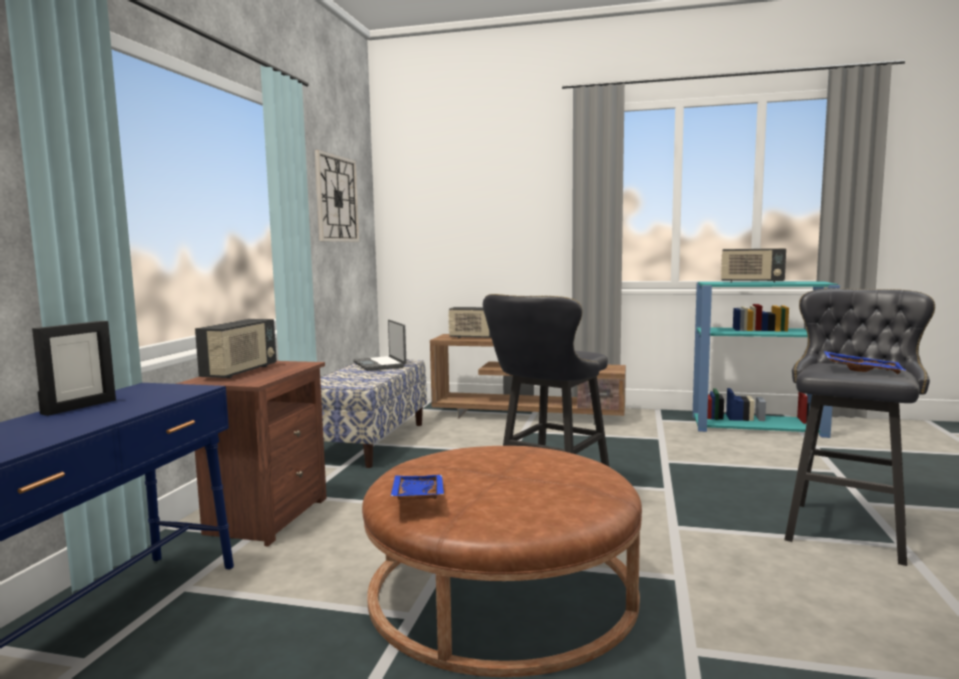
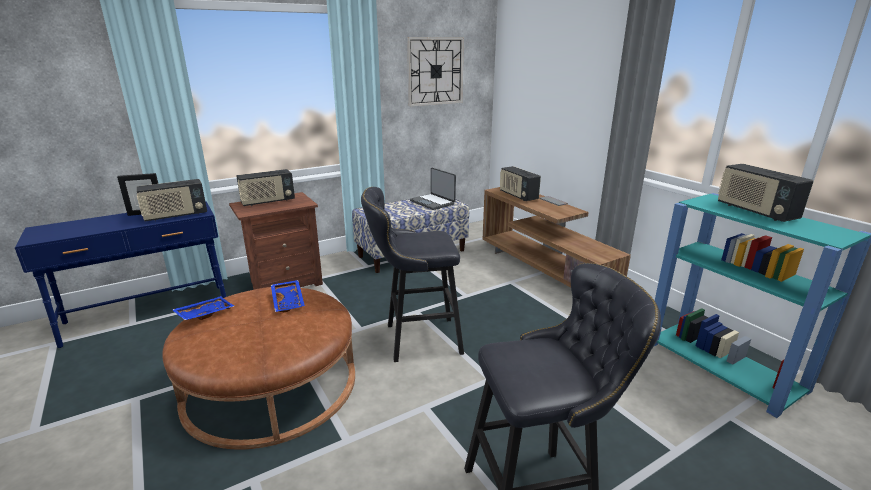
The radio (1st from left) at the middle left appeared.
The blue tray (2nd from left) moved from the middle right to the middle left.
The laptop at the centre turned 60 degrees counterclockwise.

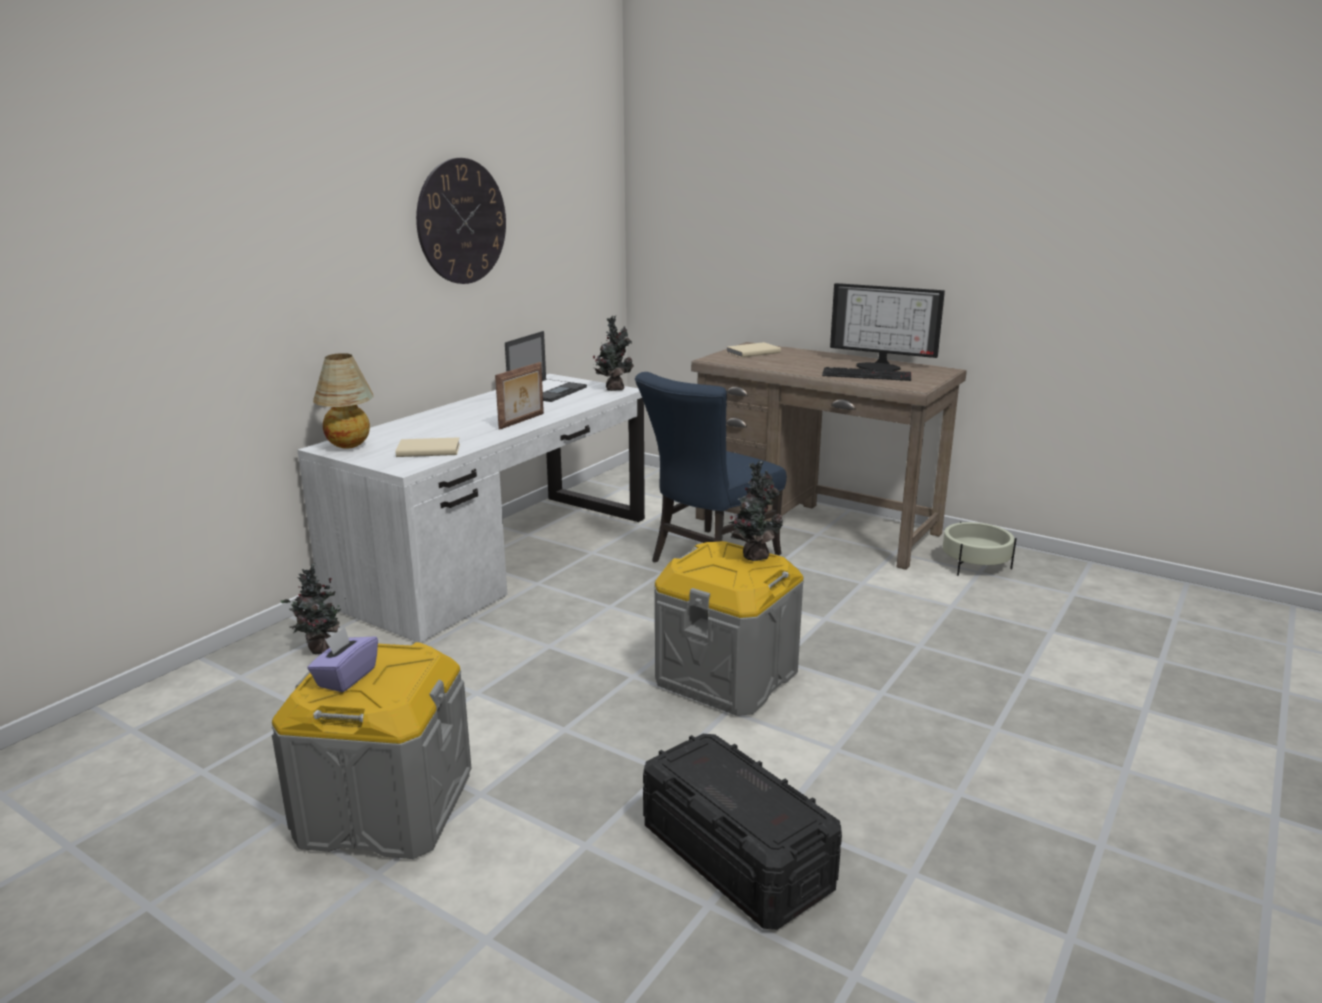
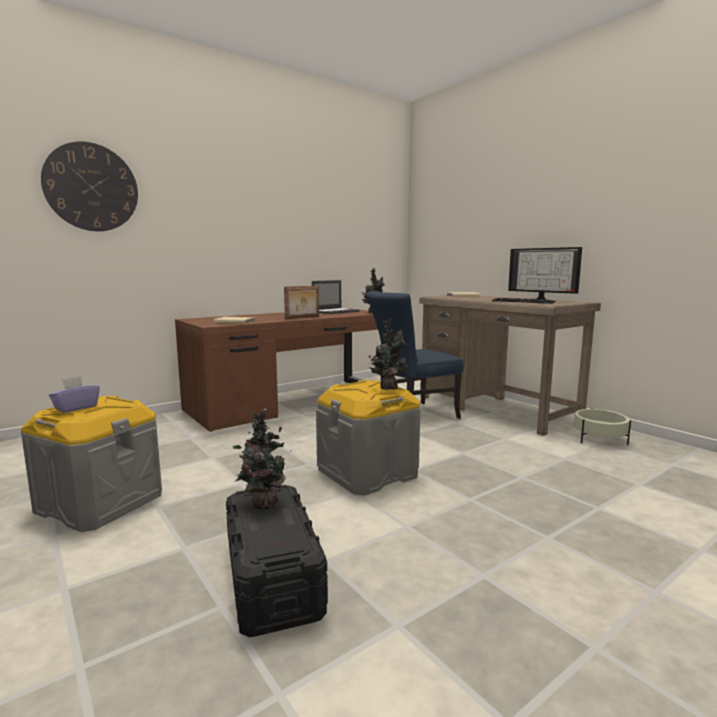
The table lamp at the middle left disappeared.
The potted plant (1st from left) moved from the middle left to the centre.
The wall clock moved from the top centre to the top left.
The white desk at the centre became the brown desk (1st from left) at the centre.

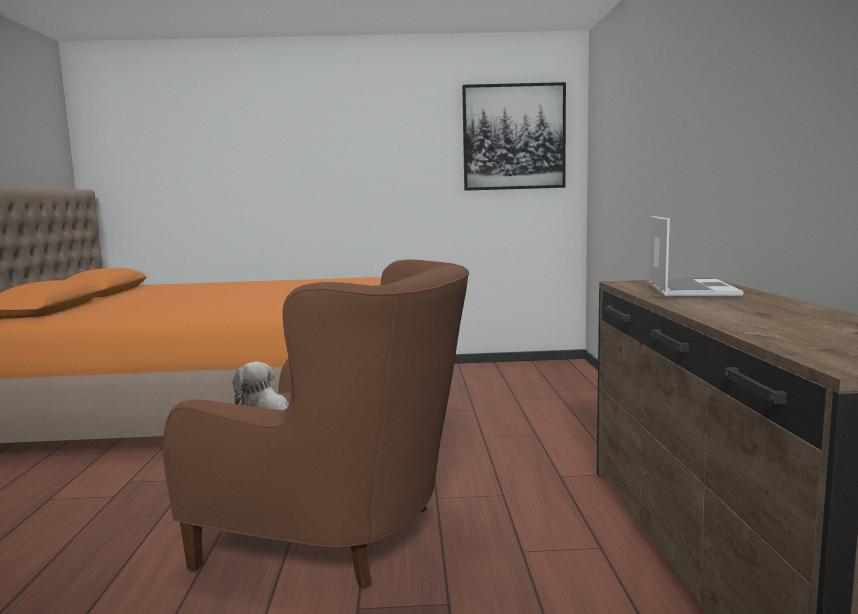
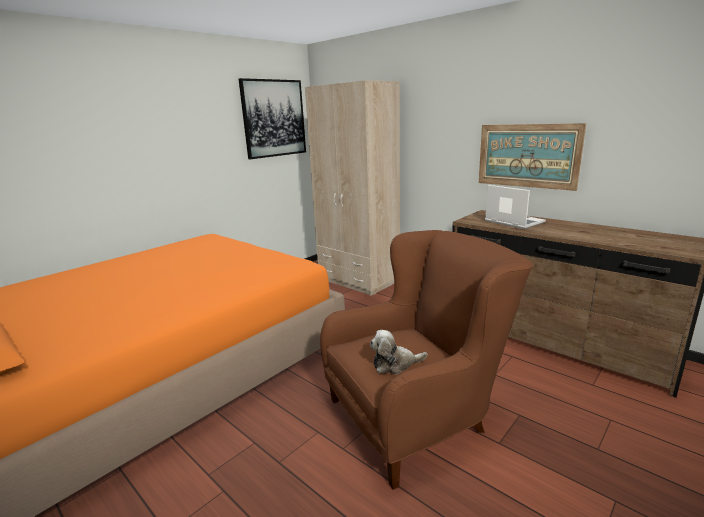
The beige wardrobe at the centre appeared.
The picture (2nd from left) at the top right appeared.

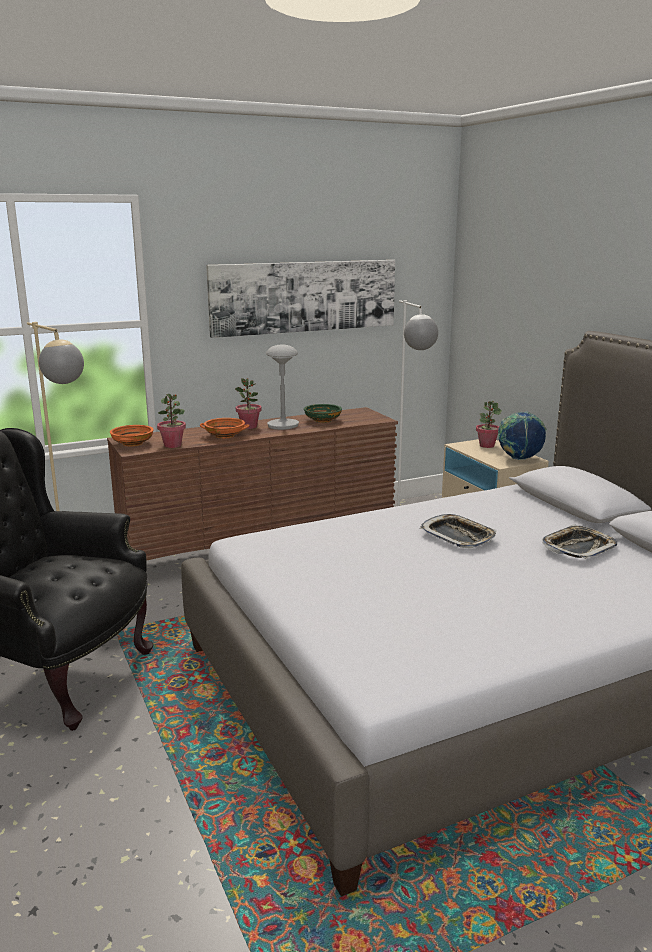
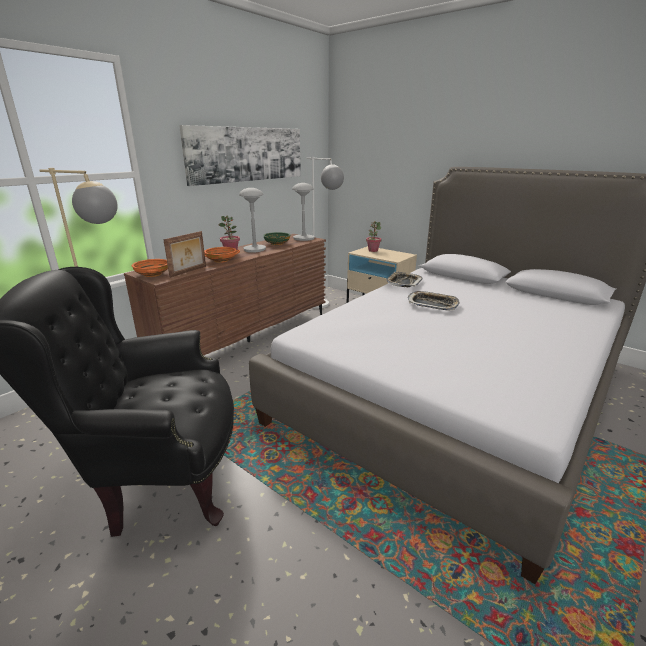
The globe at the middle right disappeared.
The grey table lamp (2nd from left) at the top centre appeared.
The tray (2nd from left in the first image) moved from the middle right to the centre.
The potted plant (1st from left) at the middle left was replaced by the picture frame at the middle left.

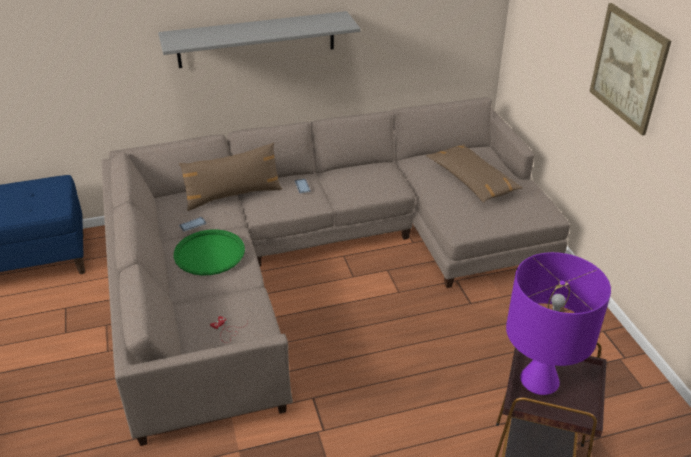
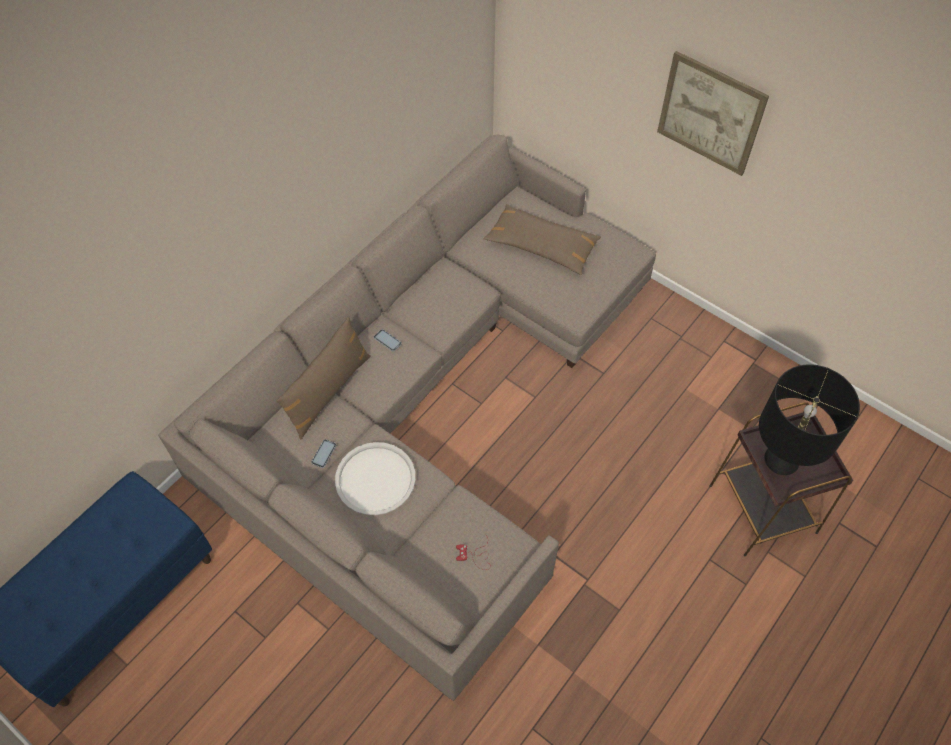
The grey shelf at the top centre disappeared.
The green tray at the middle left became the white tray at the centre.
The purple table lamp at the bottom right became the black table lamp at the middle right.

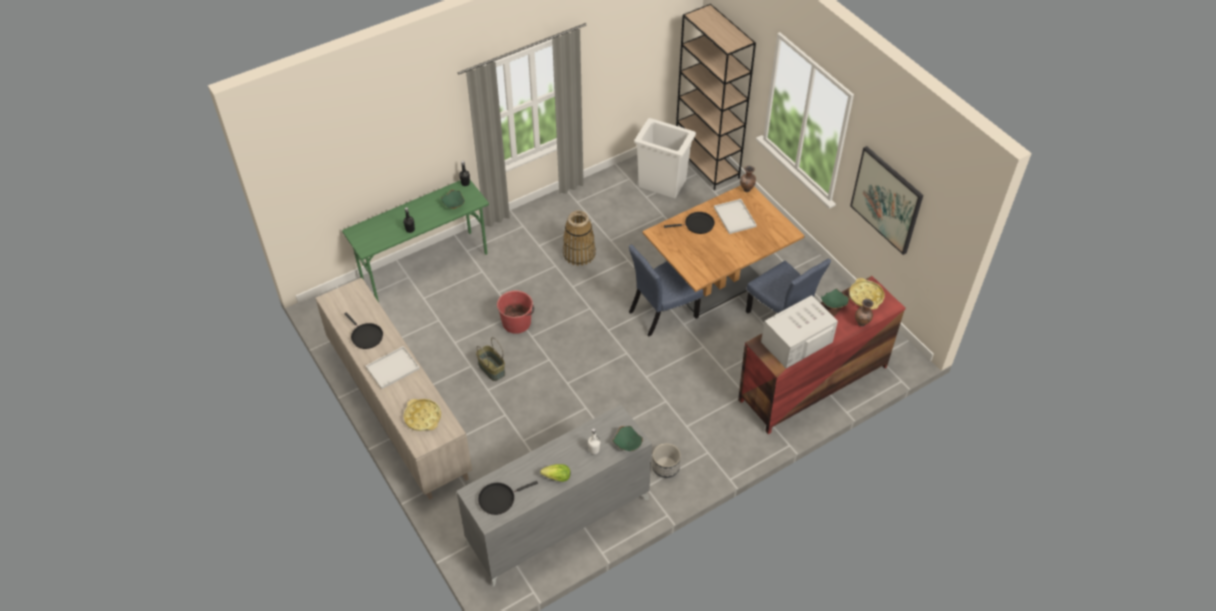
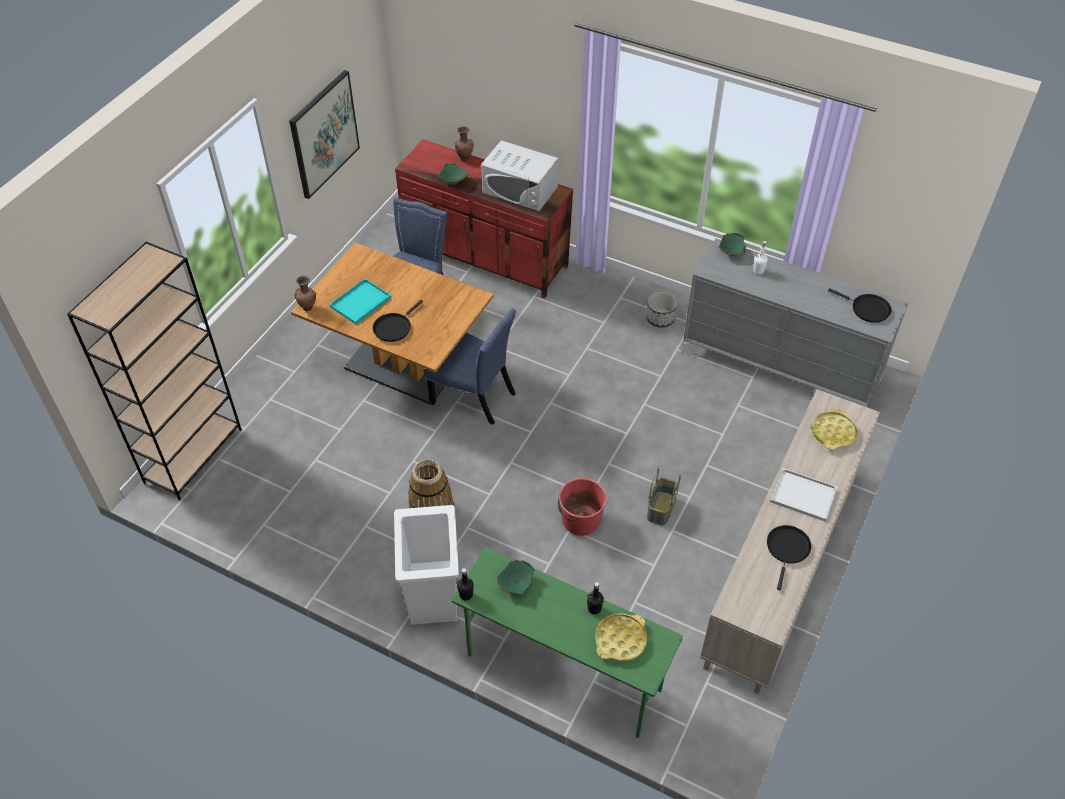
The lettuce at the bottom centre disappeared.
The white trash can moved from the top centre to the bottom centre.
The yellow tray (2nd from left in the first image) moved from the middle right to the bottom centre.
The white tray (2nd from left) at the centre became the turquoise tray at the centre.
The black frying pan (3rd from left in the first image) at the centre turned 105 degrees counterclockwise.

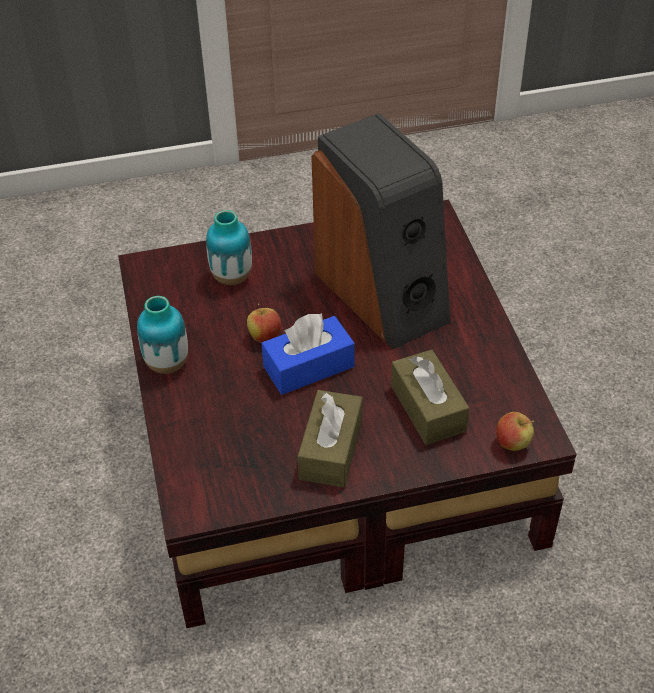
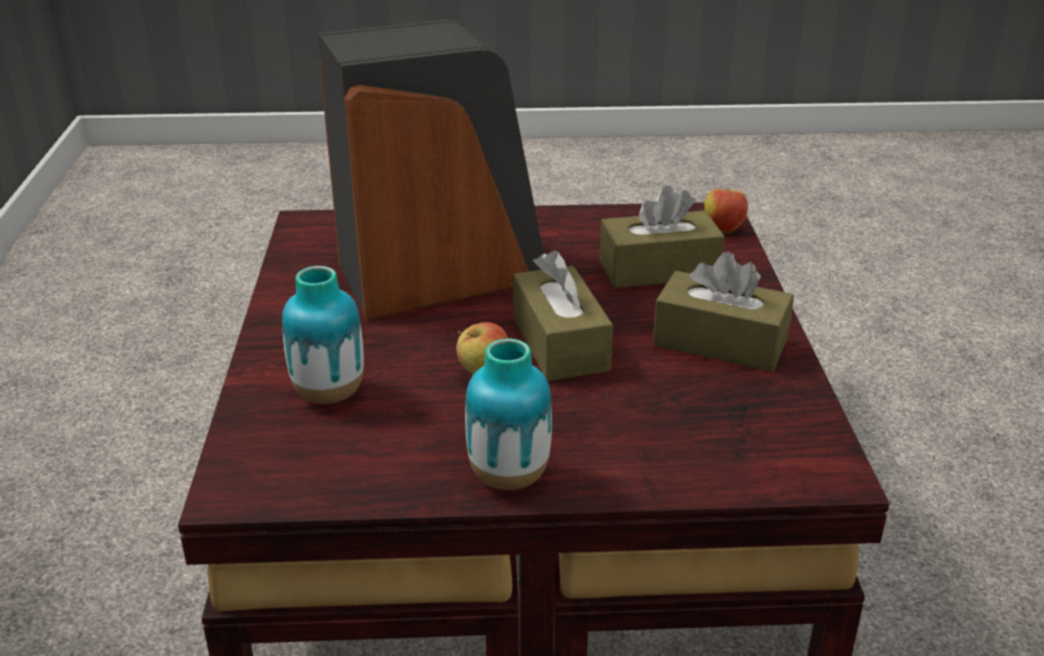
The blue tissue box at the centre became the brown tissue box (1st from left) at the centre.

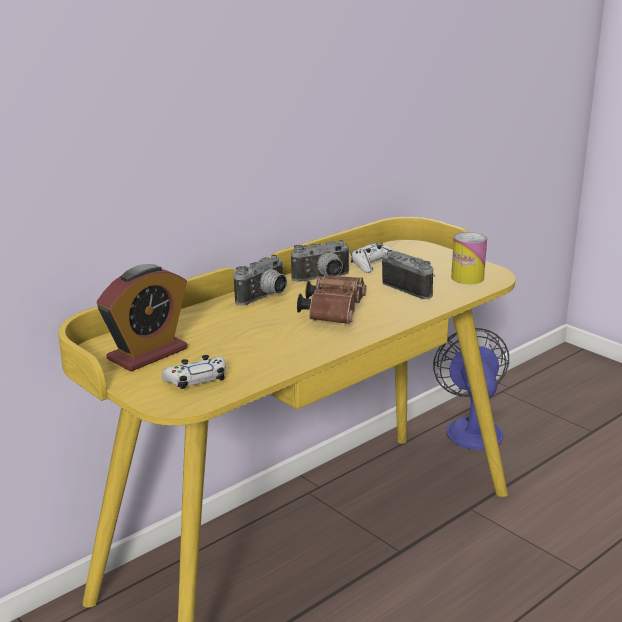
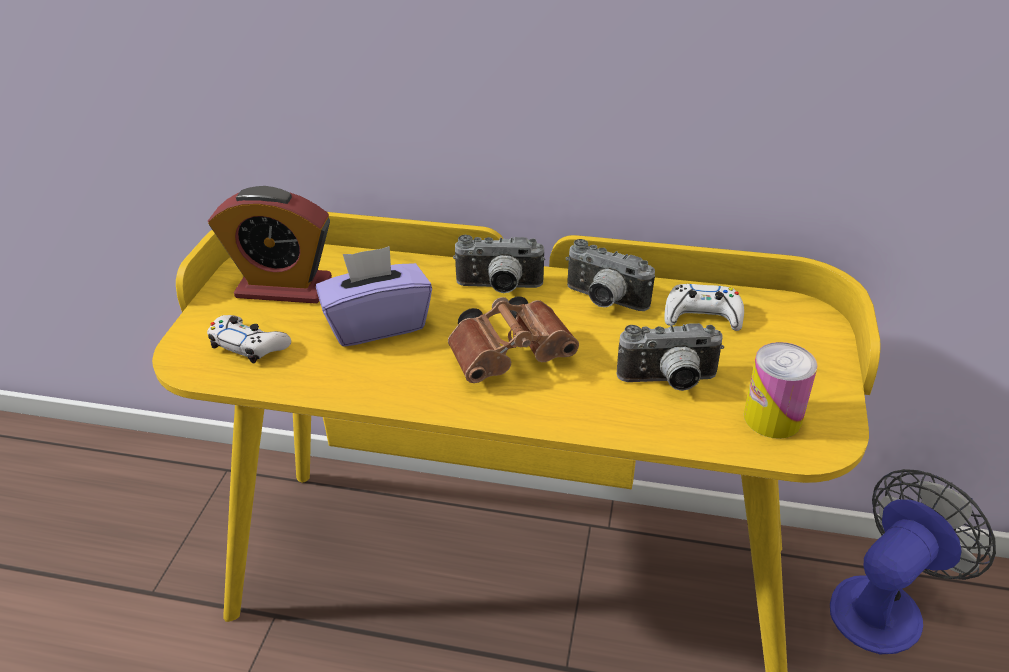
The purple tissue box at the centre appeared.
The photo camera (3rd from left) at the centre turned 75 degrees clockwise.

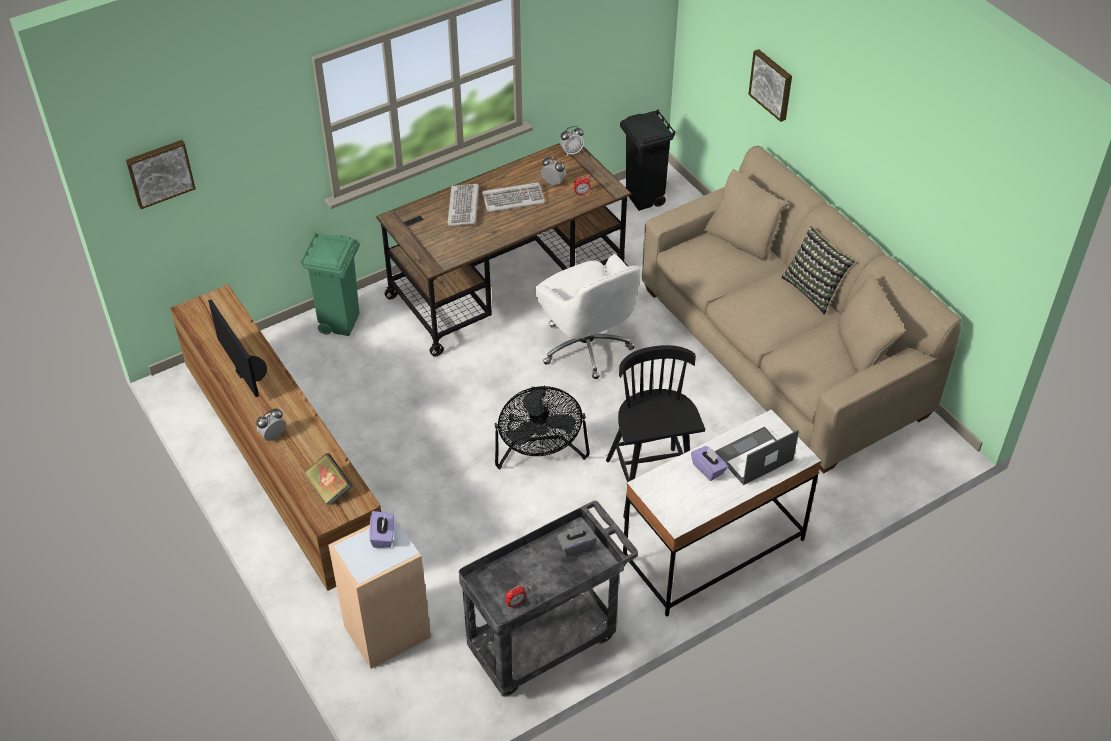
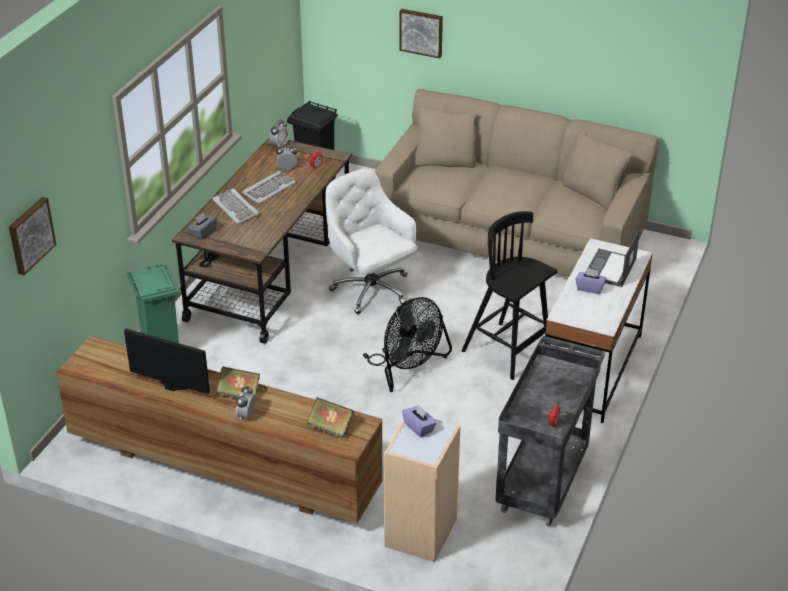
The pillow at the middle right disappeared.
The book (1st from left) at the middle left appeared.
The grey tissue box moved from the bottom centre to the middle left.
The white office chair at the centre turned 150 degrees counterclockwise.

